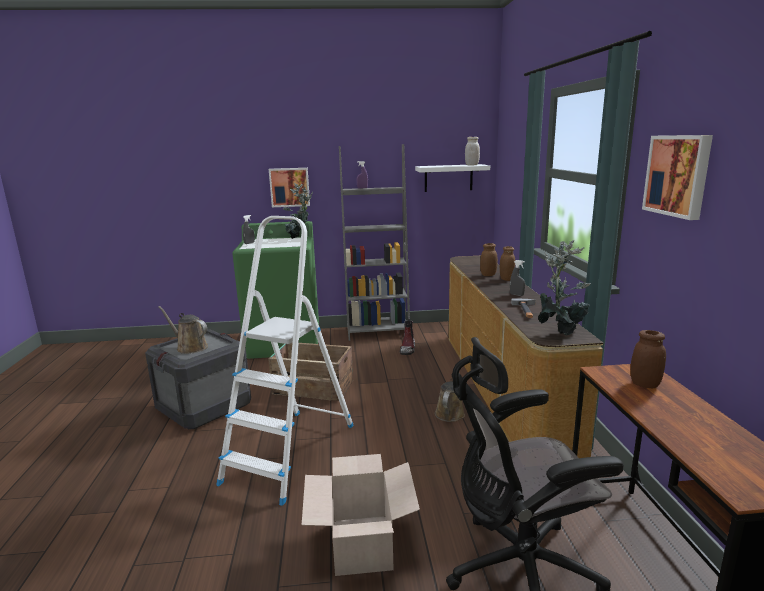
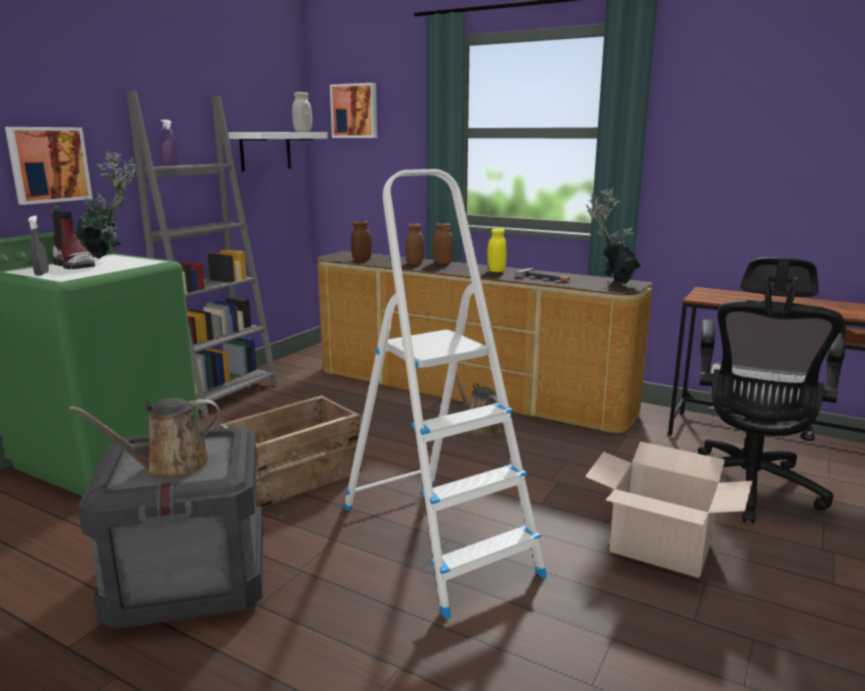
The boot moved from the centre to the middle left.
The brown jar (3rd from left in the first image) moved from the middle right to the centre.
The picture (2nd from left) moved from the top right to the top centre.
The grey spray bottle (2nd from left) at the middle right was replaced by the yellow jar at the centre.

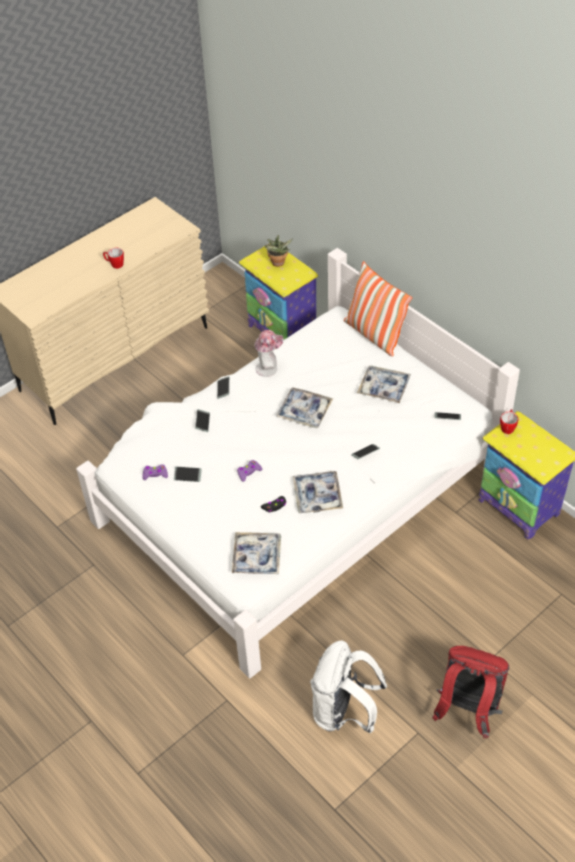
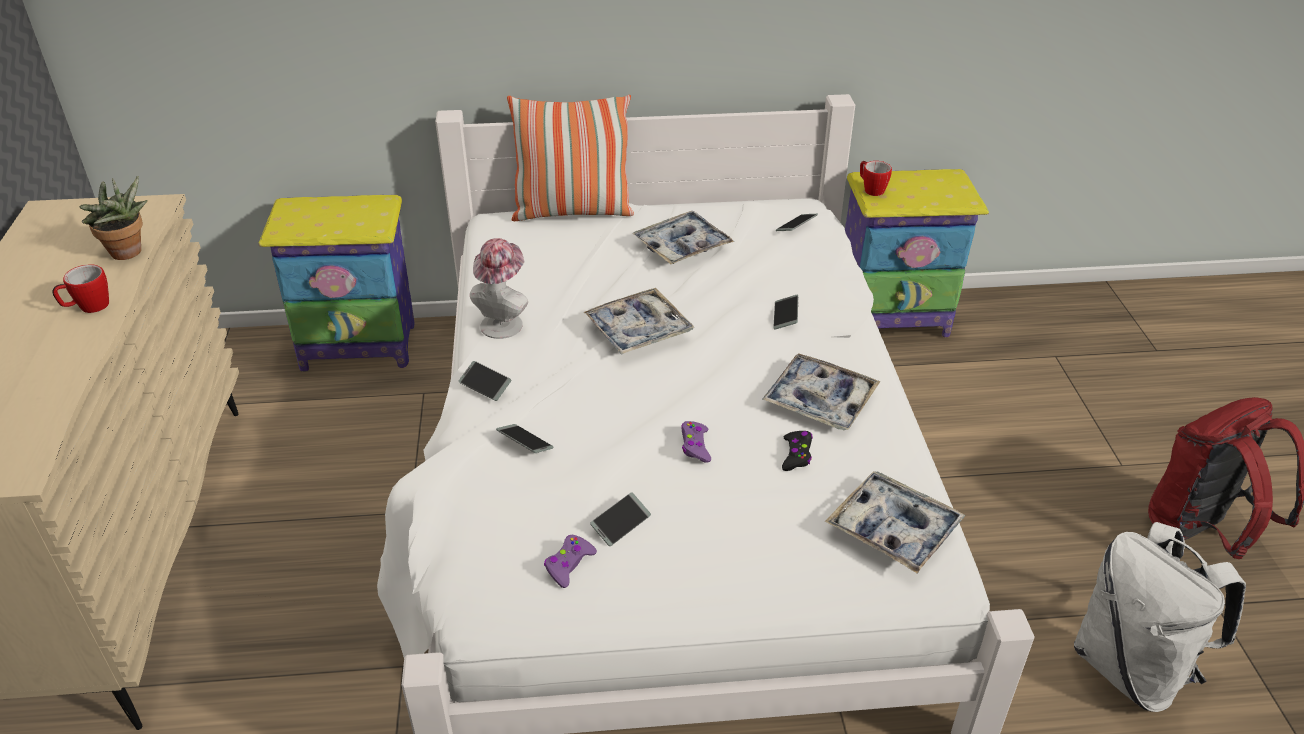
The potted plant moved from the top centre to the top left.

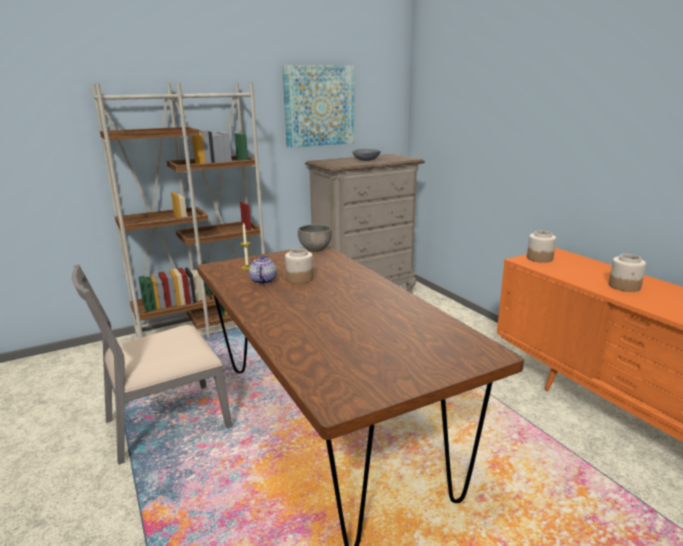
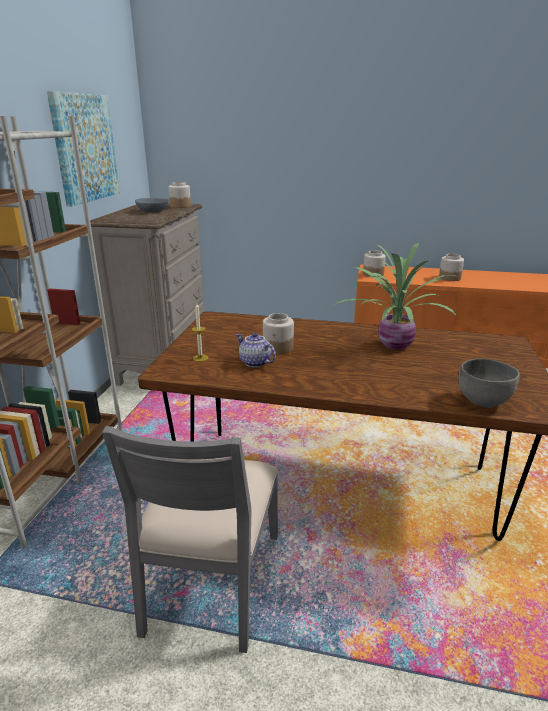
The jar (1st from left) at the top left appeared.
The potted plant at the middle right appeared.
The grey bowl (1st from left in the first image) moved from the centre to the middle right.

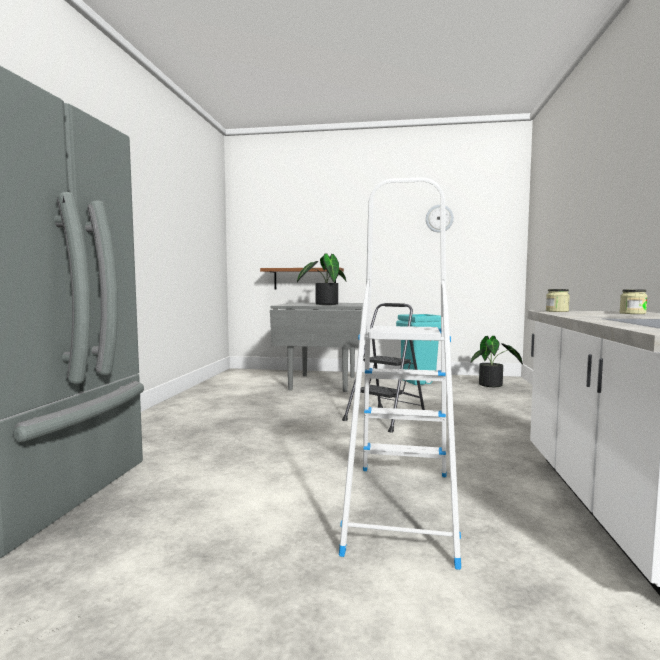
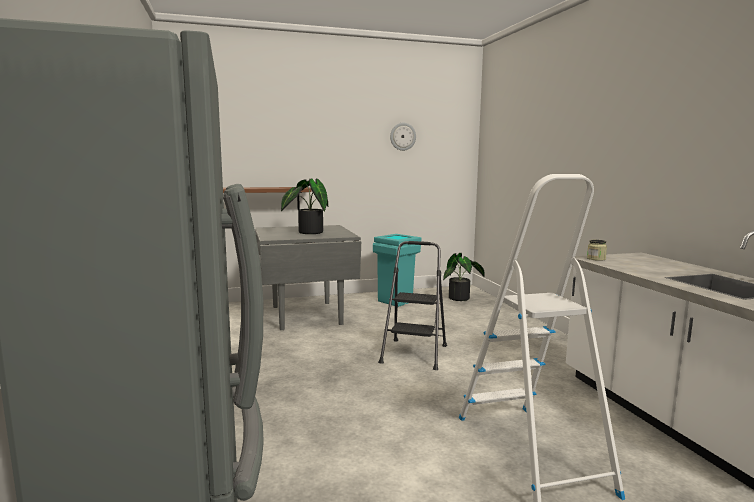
The jar (2nd from left) at the middle right disappeared.

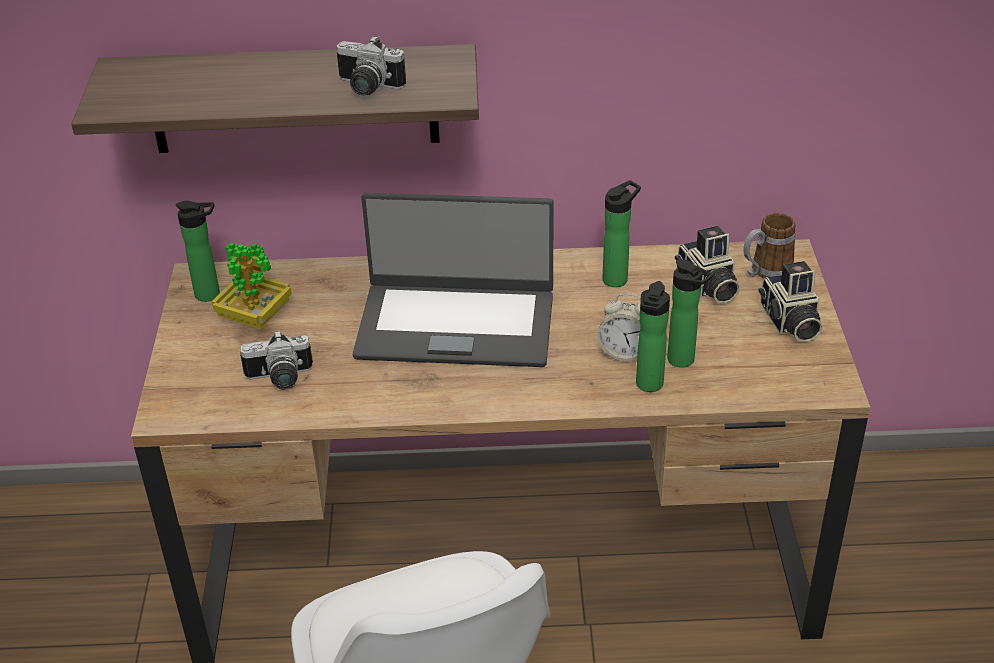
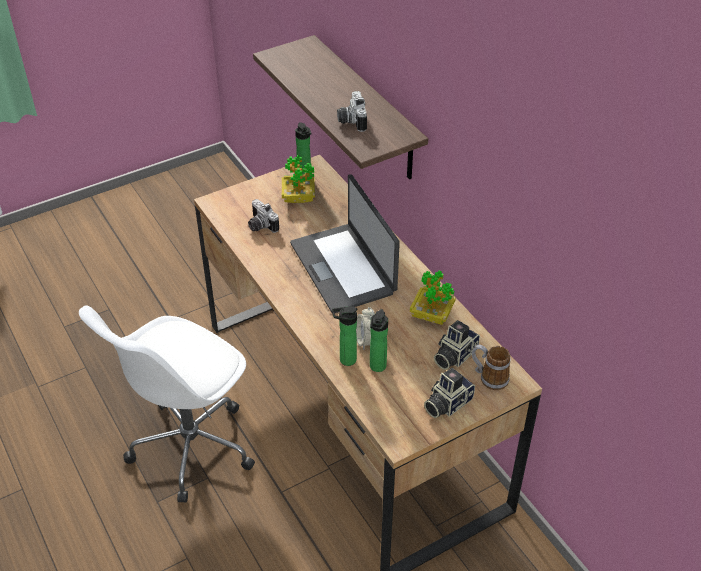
The bottle (2nd from left) at the centre was replaced by the potted plant (2nd from left) at the centre.

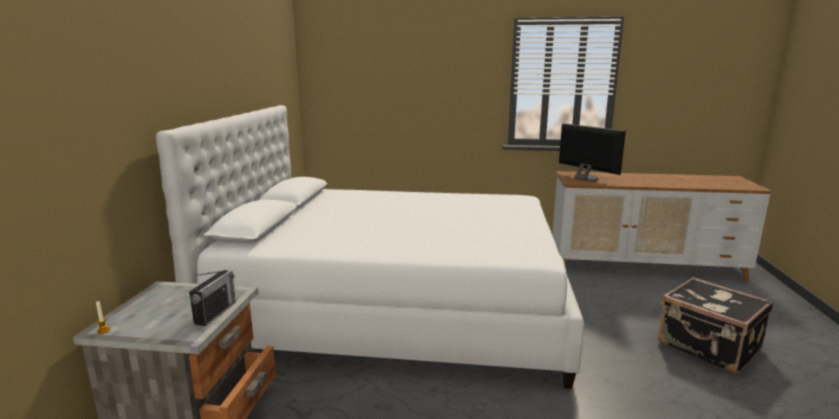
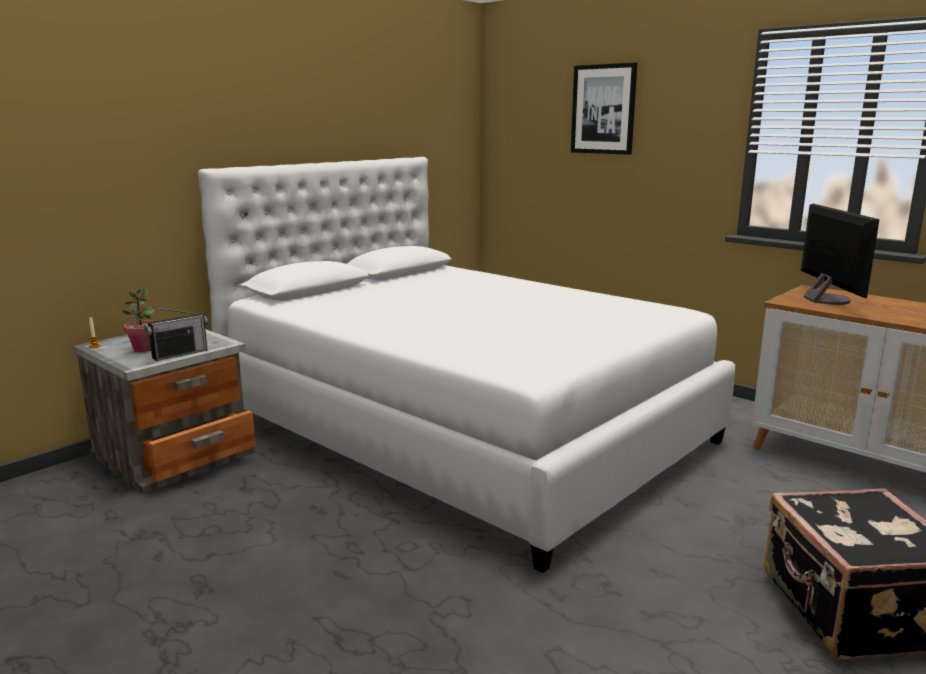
The potted plant at the middle left appeared.
The picture at the top centre appeared.

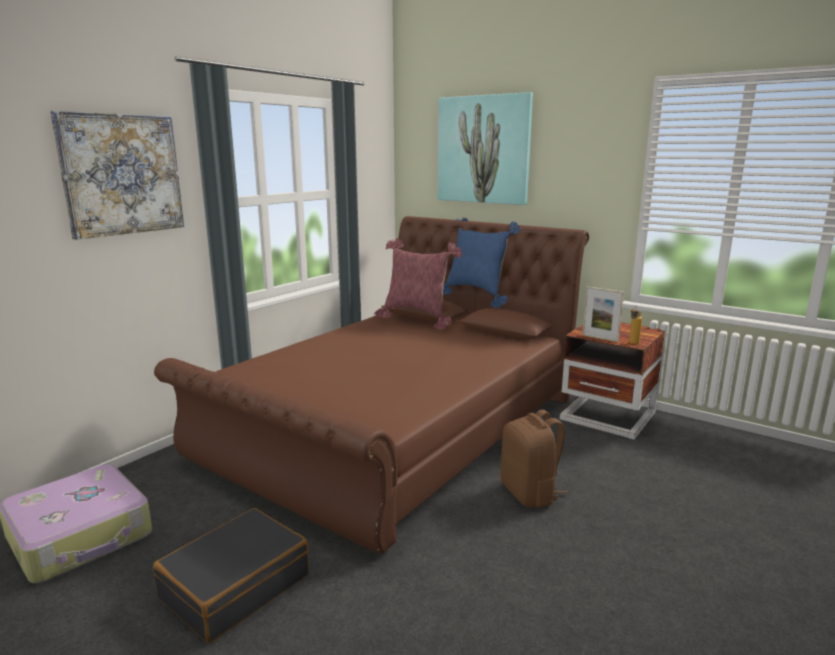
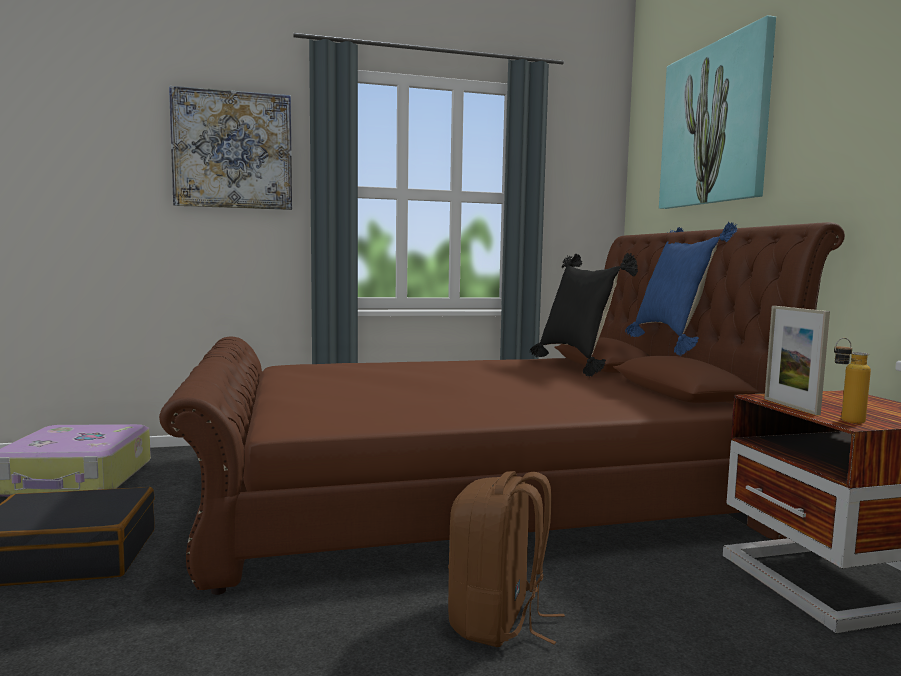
The red pillow at the centre became the black pillow at the centre.

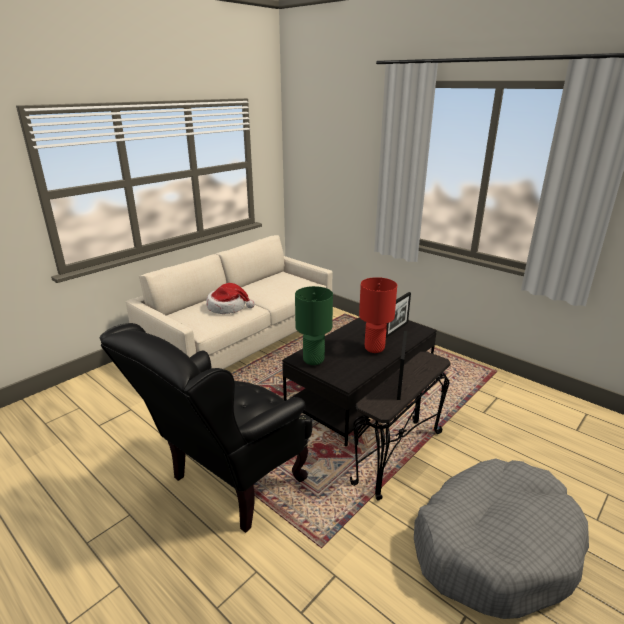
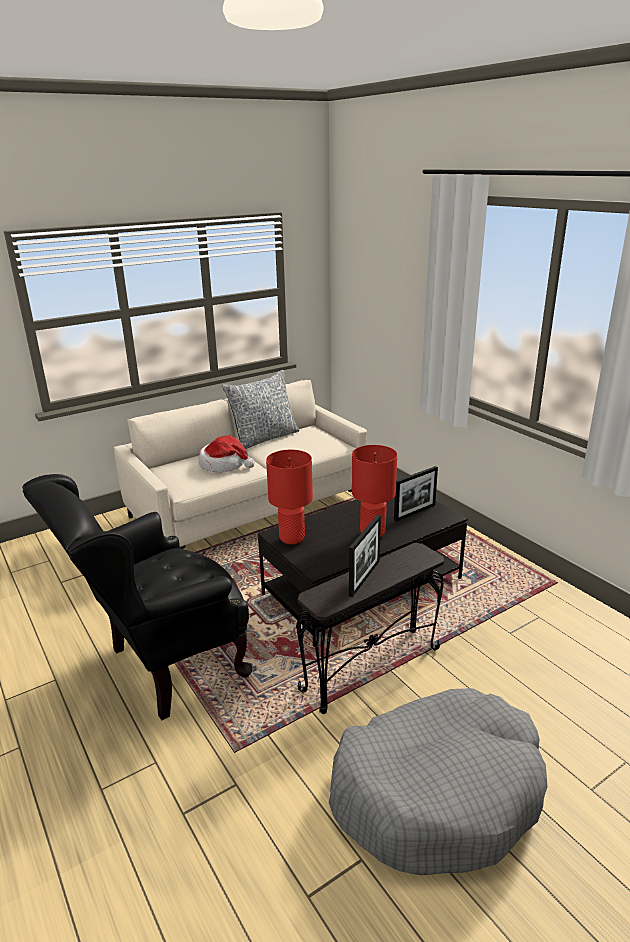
The pillow at the centre appeared.
The green table lamp at the centre became the red table lamp (1st from left) at the centre.

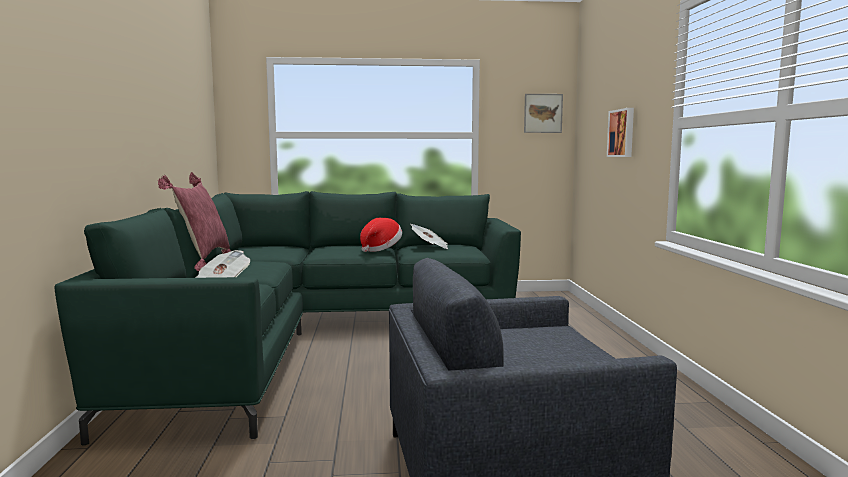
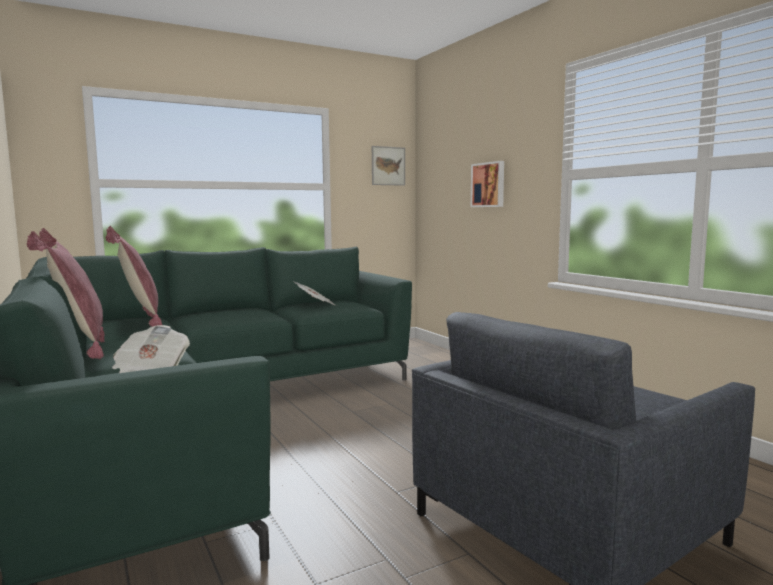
The hat at the centre disappeared.
The red pillow (2nd from left) at the middle left appeared.

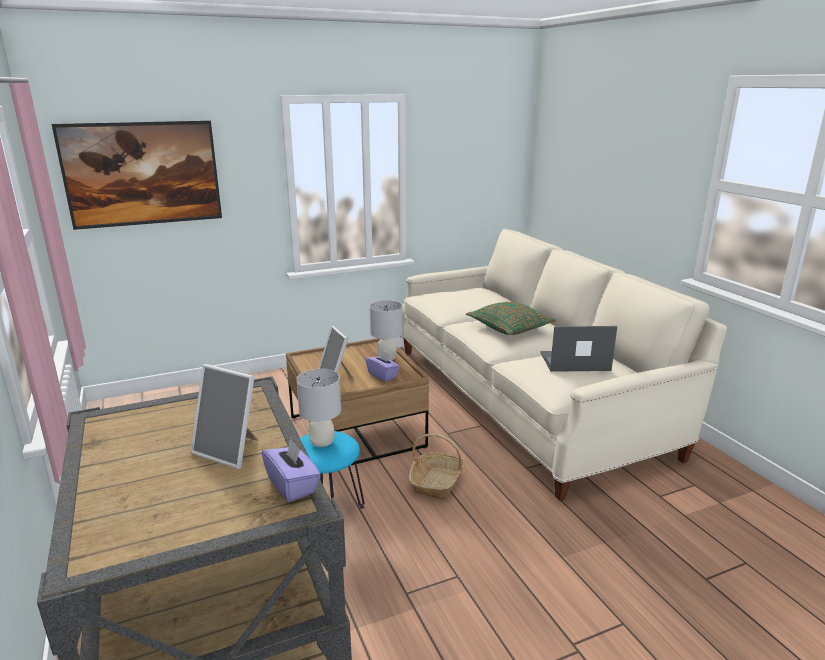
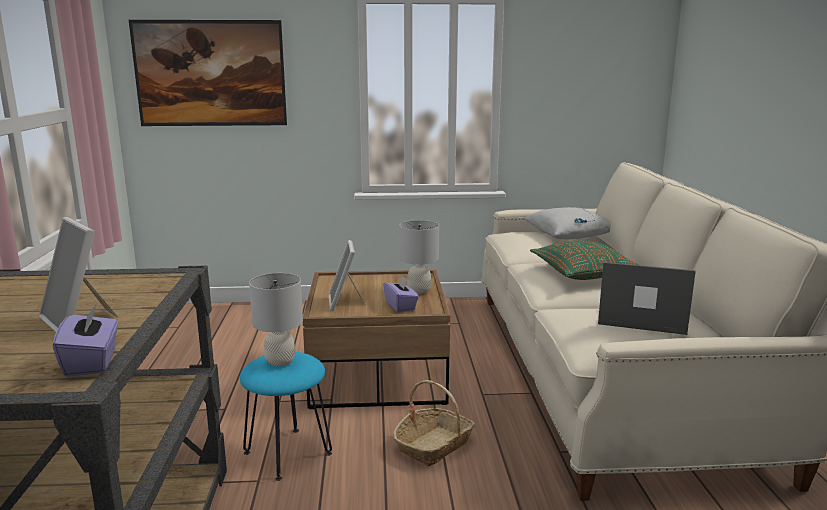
The grey pillow at the middle right appeared.

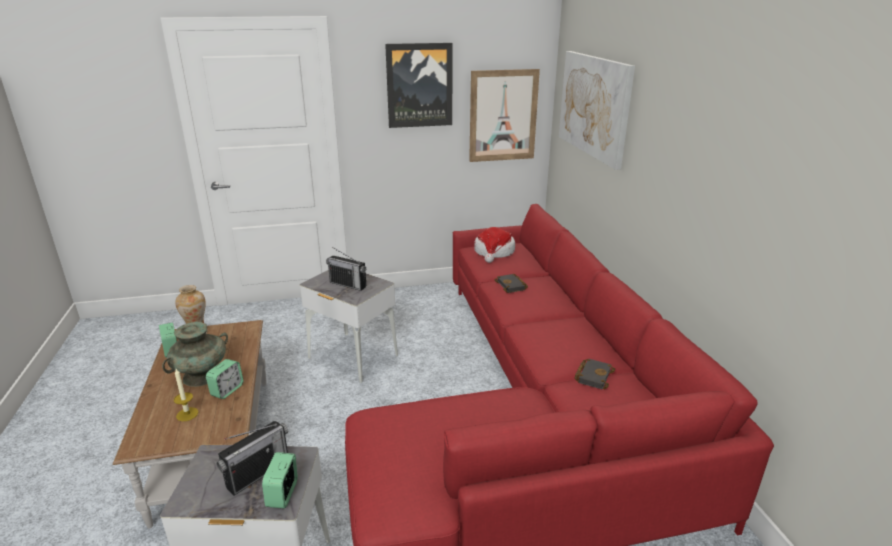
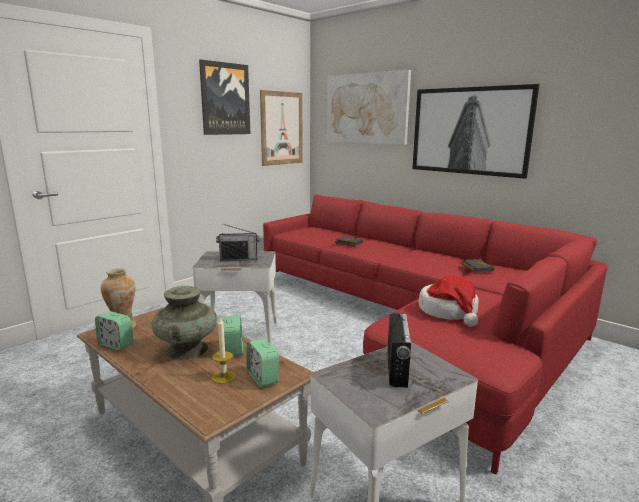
The picture (4th from left) at the top right appeared.
The alarm clock (3rd from left) moved from the bottom left to the bottom centre.
The hat moved from the centre to the middle right.

